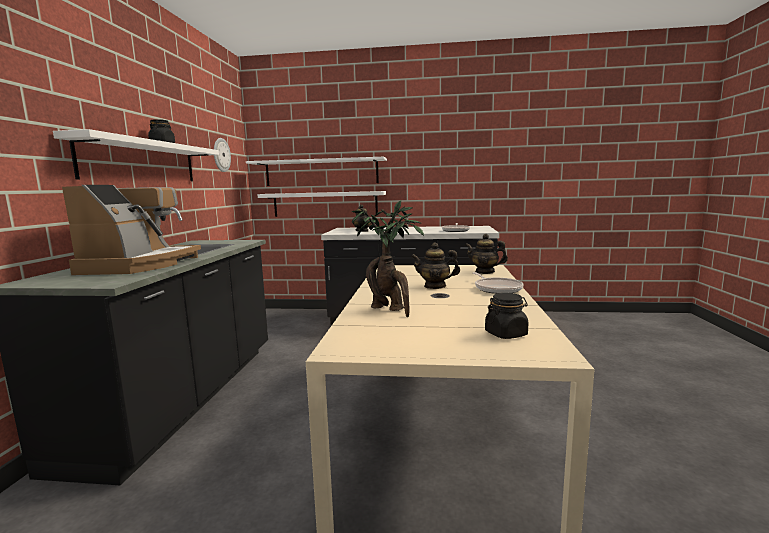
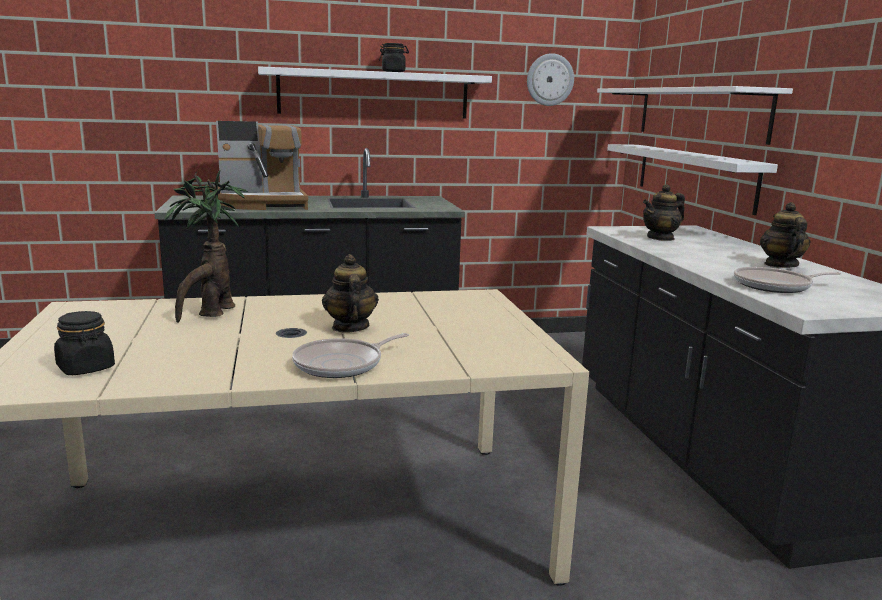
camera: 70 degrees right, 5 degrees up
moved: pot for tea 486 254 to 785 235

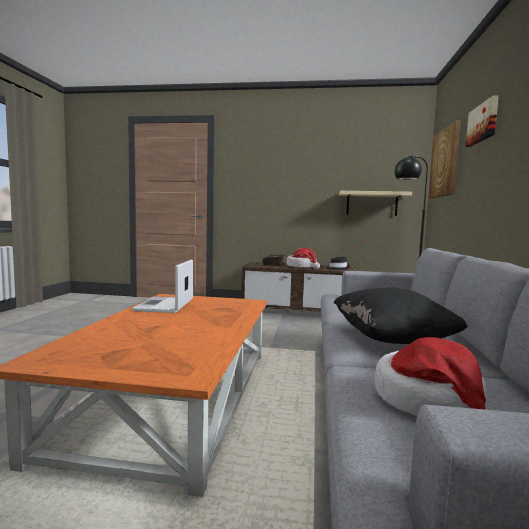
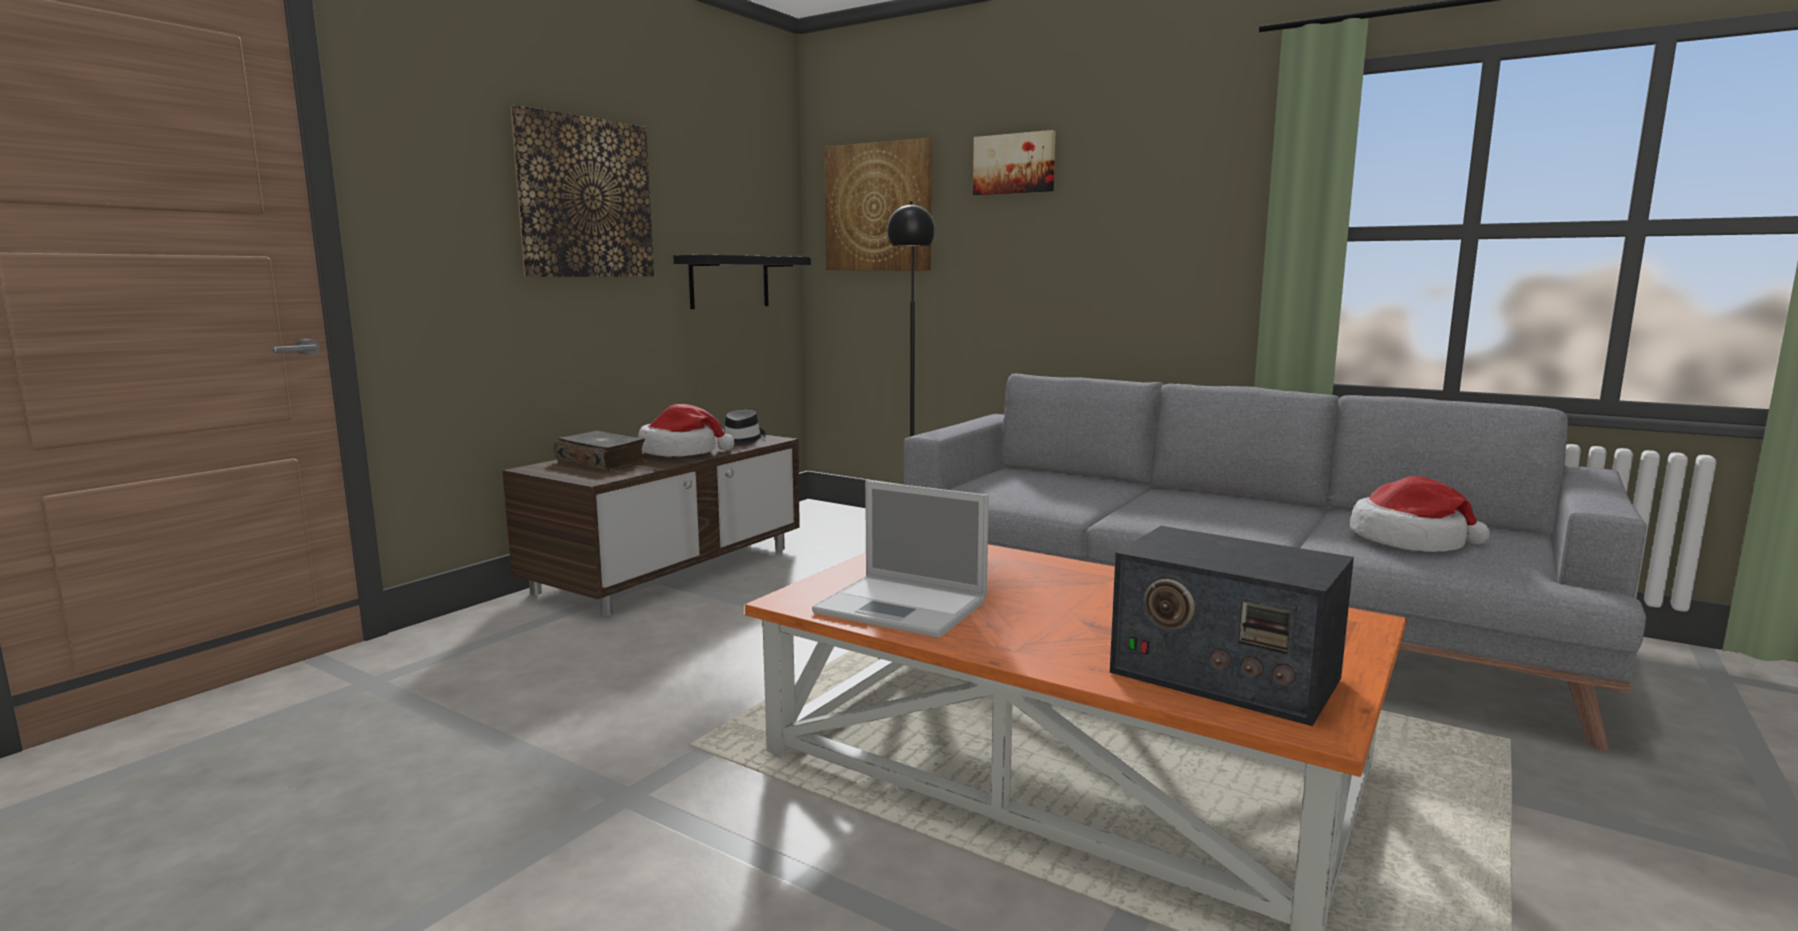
camera: 65 degrees left, 5 degrees up
removed: throw pillow/blackish 401 316
added: wall art 582 191; radio 1232 626
recoloured: bracket shelf/beige-coloured 375 203 to bracket shelf/blackish 742 282

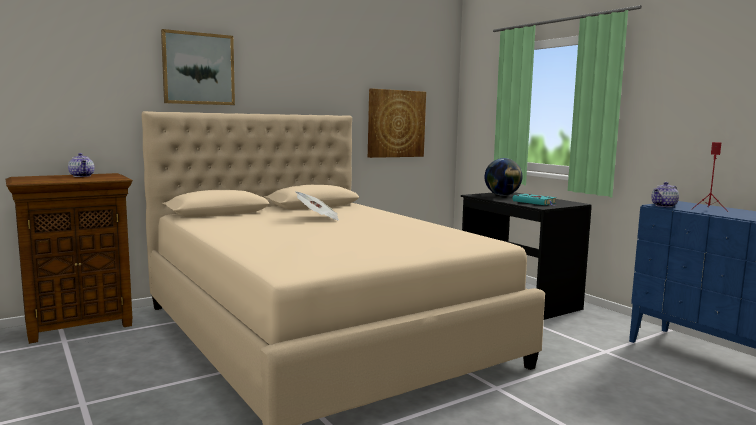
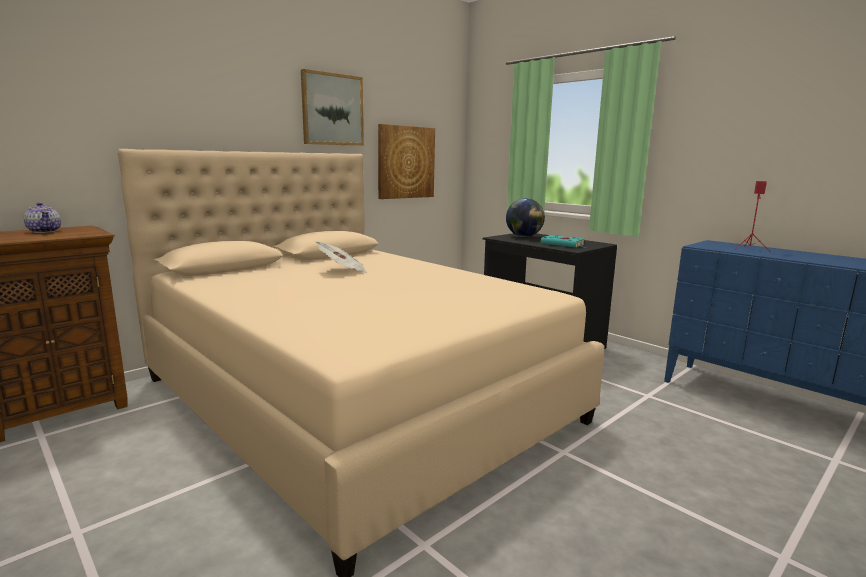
camera: 10 degrees left, 5 degrees up
removed: pot for tea 665 194
moved: wall art 198 67 to 332 107

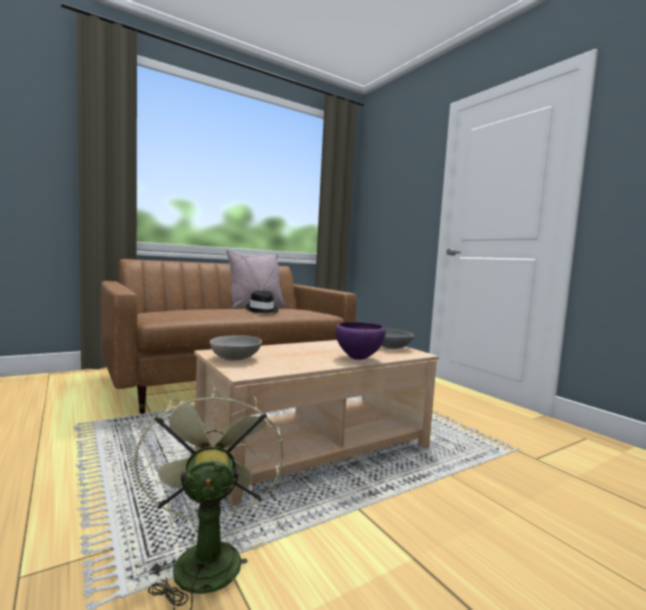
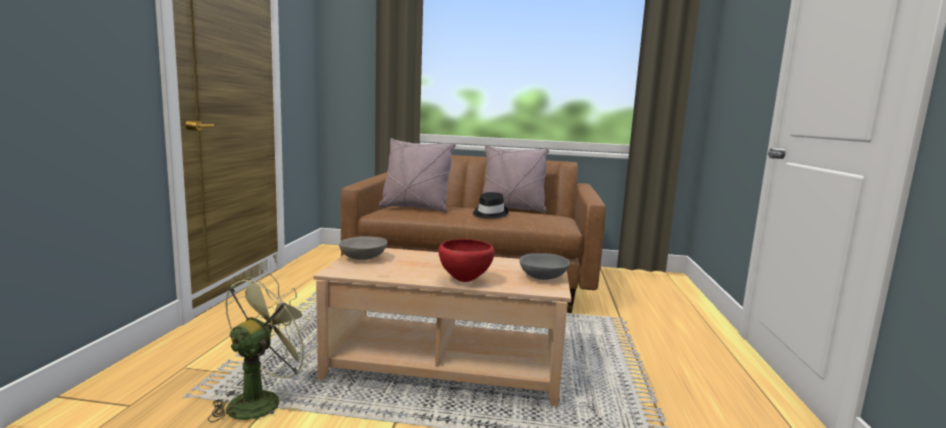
camera: 40 degrees right, 5 degrees up
added: throw pillow/purple 417 175
recoloured: bowl/purple 361 341 to bowl/red-coloured 466 260

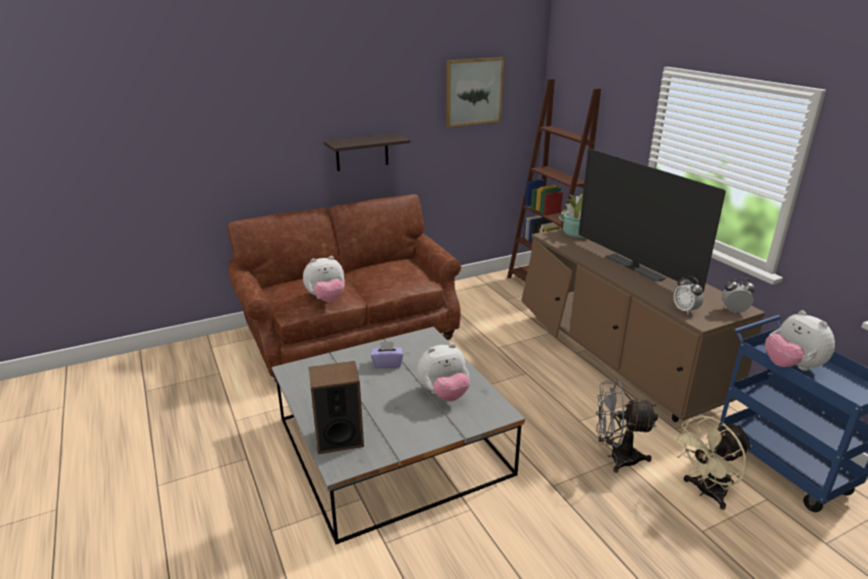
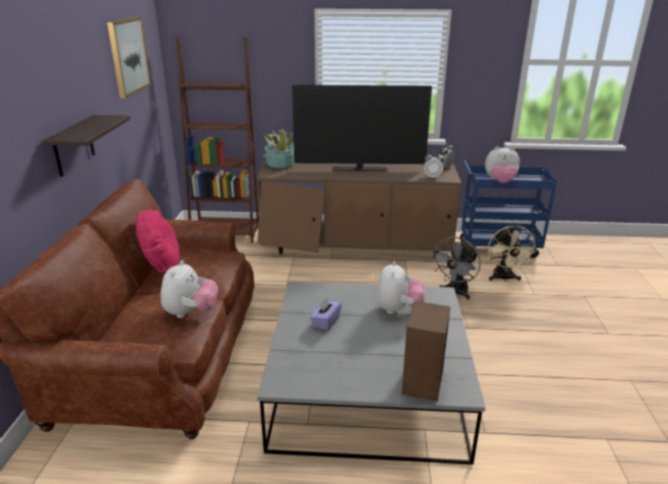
camera: 60 degrees left, 0 degrees up
added: throw pillow/pinkish 158 241

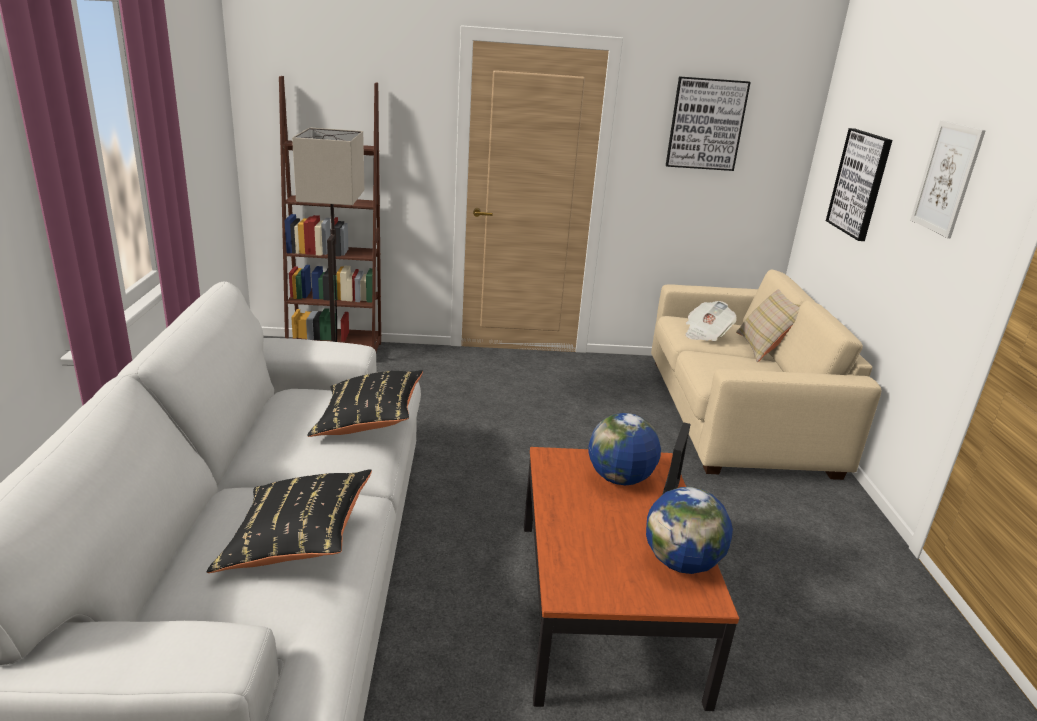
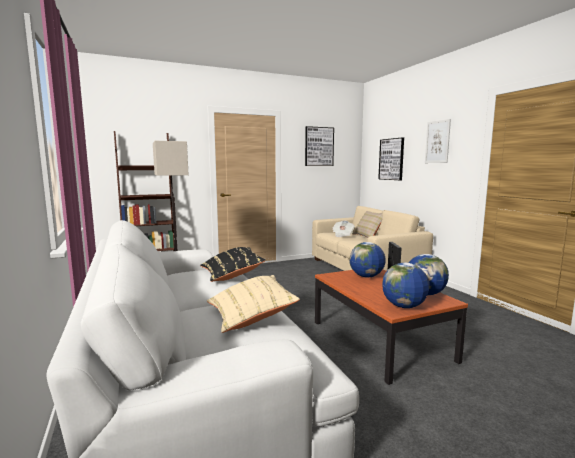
camera: 20 degrees left, 15 degrees down
added: globe 405 285
recoloured: throw pillow/blackish 289 521 to throw pillow/beige-coloured 253 304

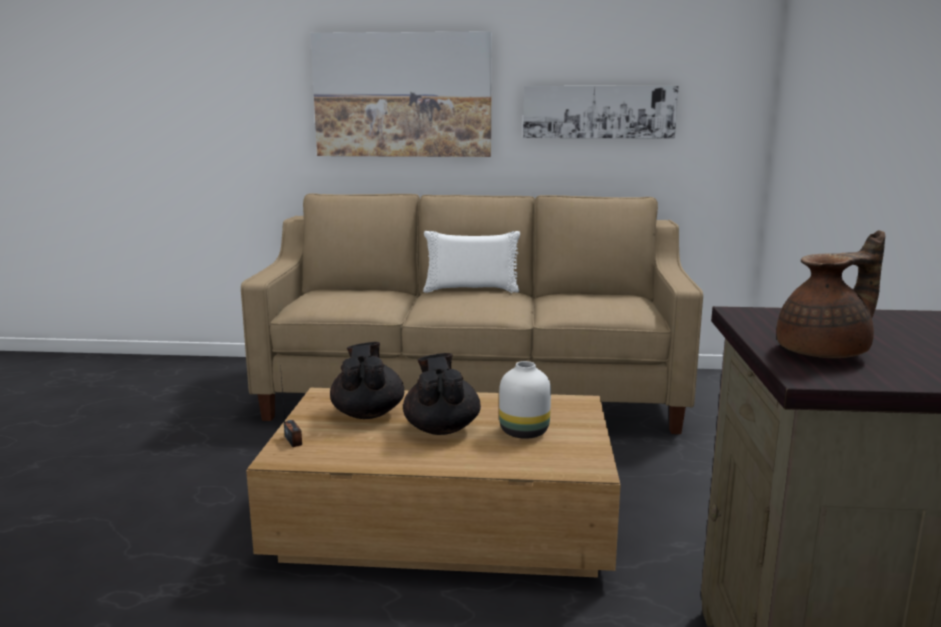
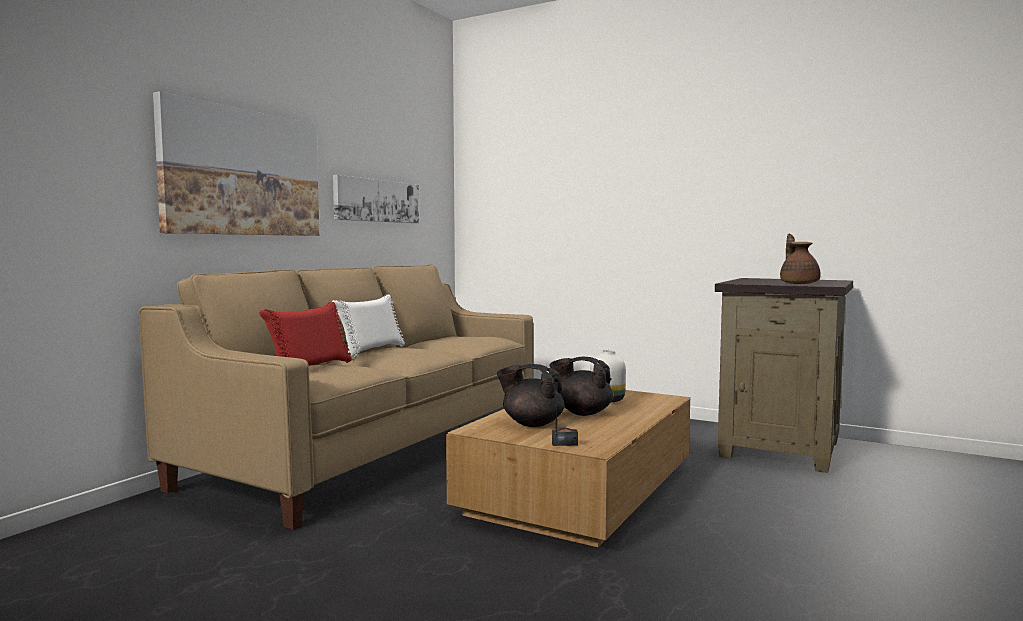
camera: 65 degrees left, 10 degrees down
added: throw pillow/red-coloured 305 334

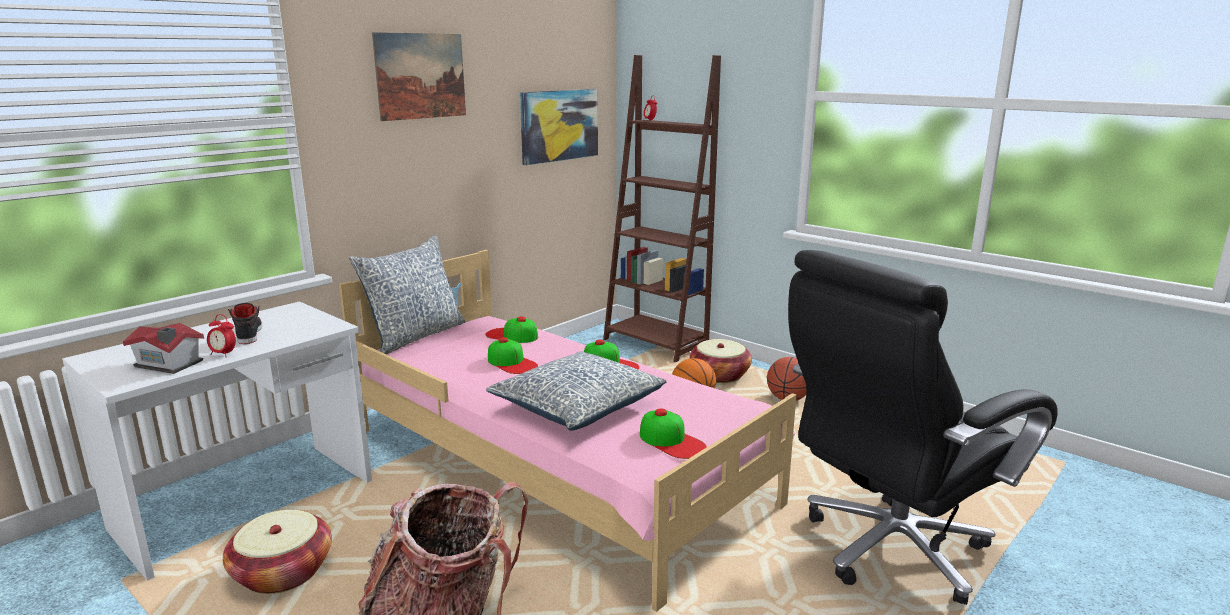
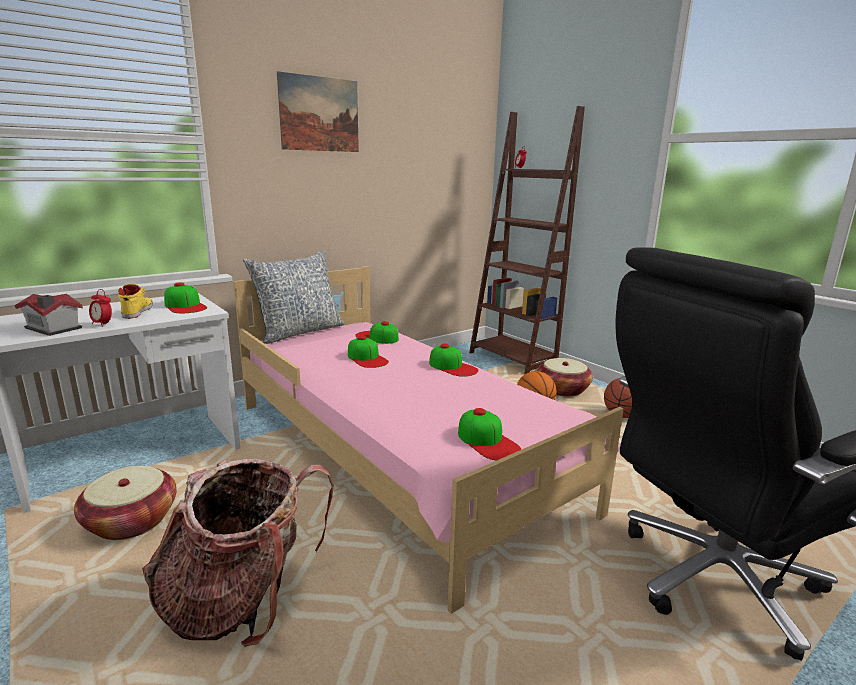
camera: 10 degrees right, 0 degrees up
removed: throw pillow 576 391; wall art 559 127
added: baseball cap 185 297
recoloured: shoe/blackish 245 323 to shoe/yellow-coloured 135 301

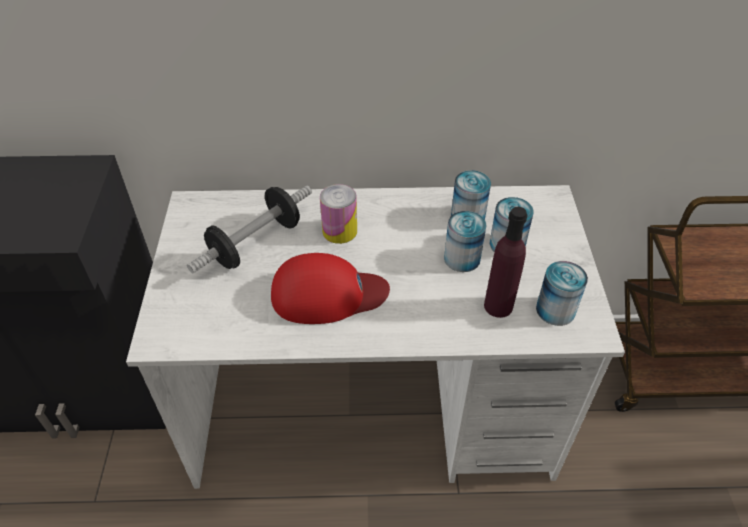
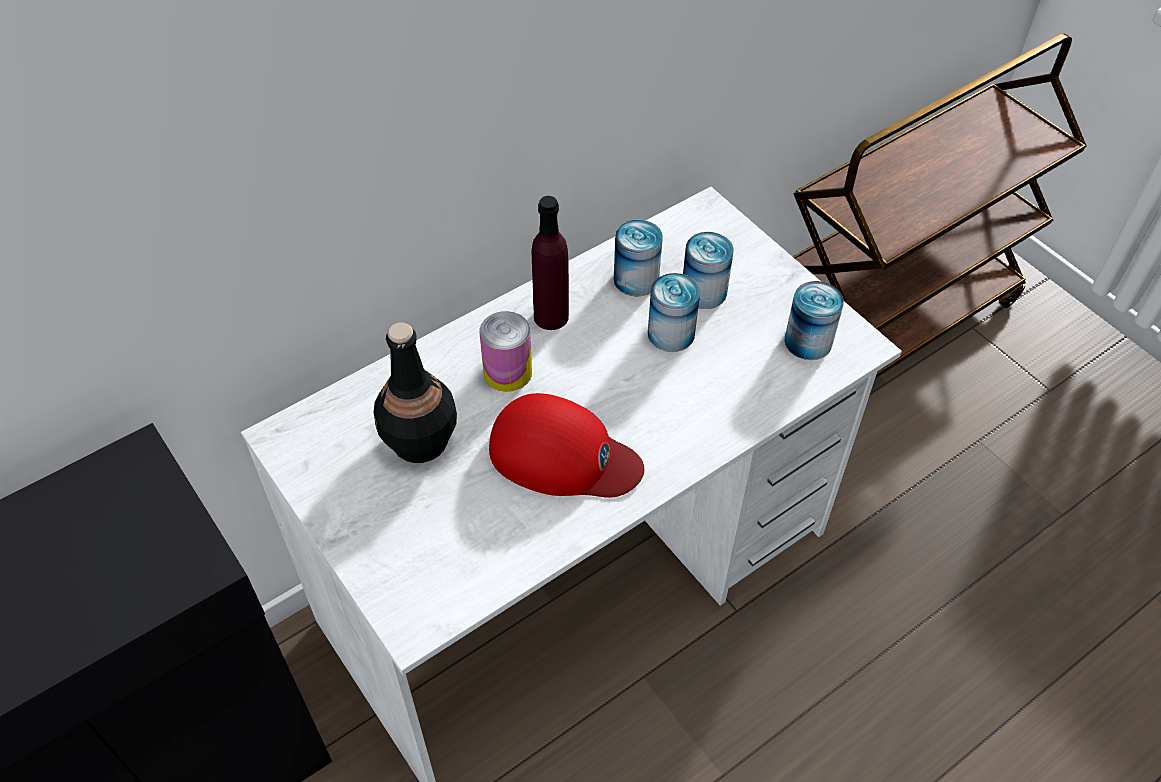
camera: 35 degrees left, 5 degrees up
moved: beverage bottle/purple 505 262 to 550 263
replaced: hand weight 249 229 to beverage bottle/blackish 415 392
turned: baseball cap/red-coloured 330 288 = 566 445 60 degrees clockwise

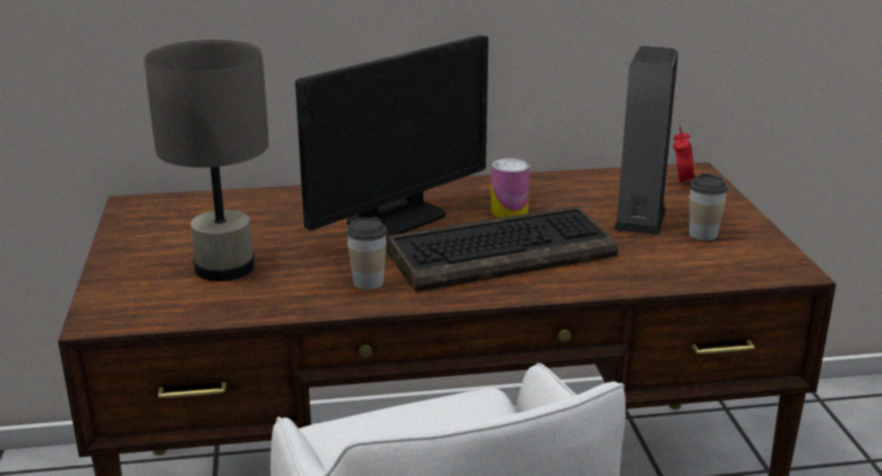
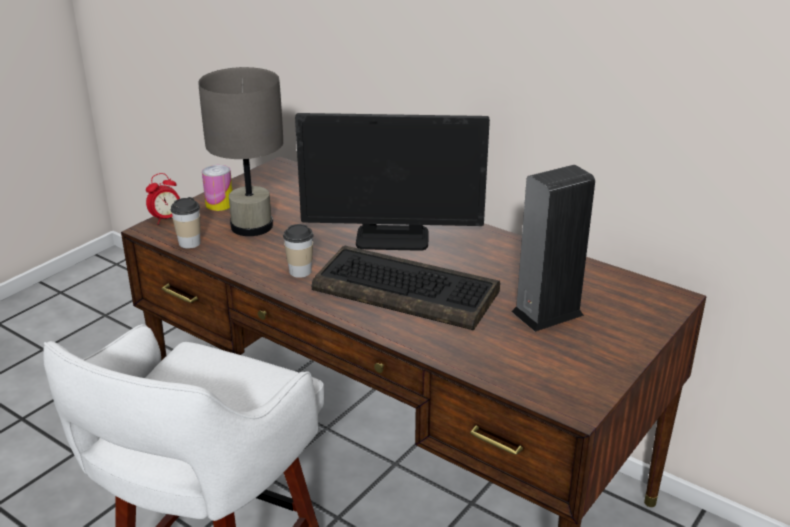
camera: 45 degrees right, 5 degrees up
moved: sealed can 510 188 to 217 188; table clock 684 154 to 163 199; cup 708 207 to 186 223

